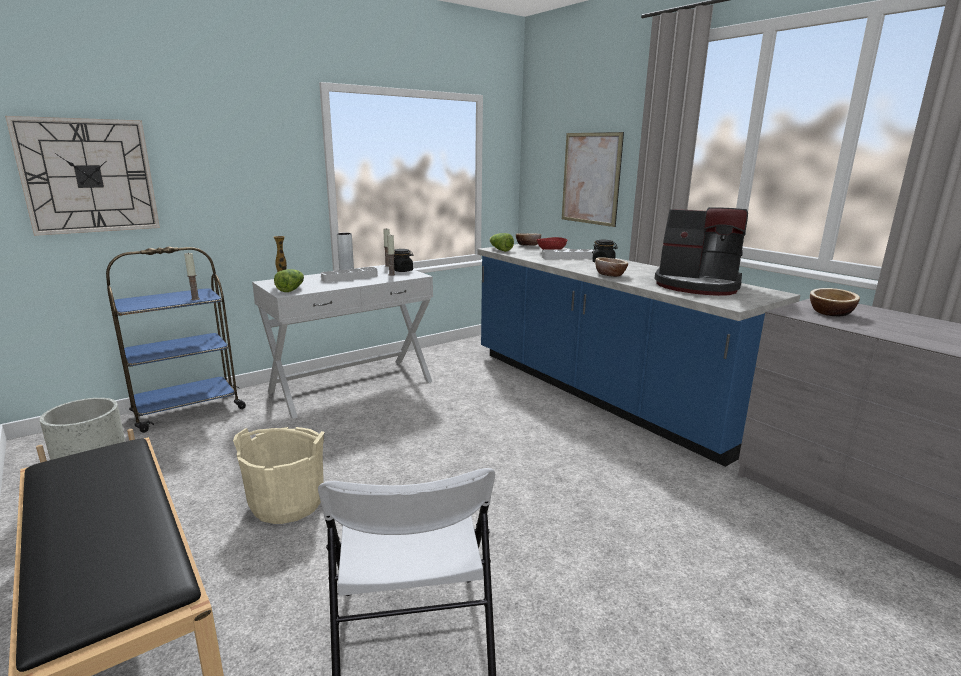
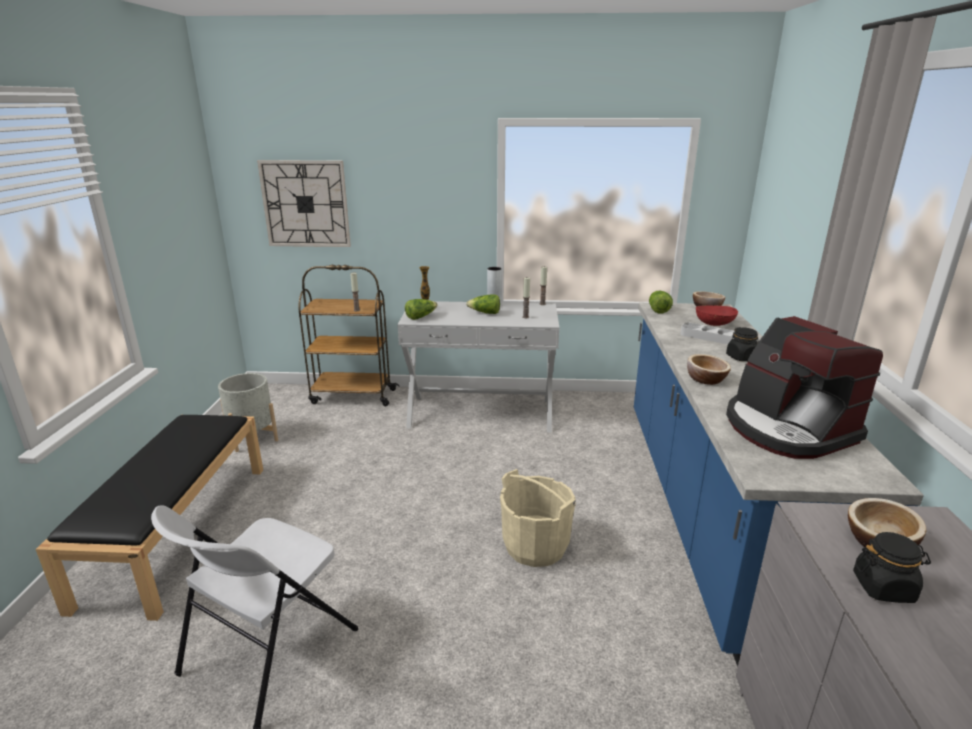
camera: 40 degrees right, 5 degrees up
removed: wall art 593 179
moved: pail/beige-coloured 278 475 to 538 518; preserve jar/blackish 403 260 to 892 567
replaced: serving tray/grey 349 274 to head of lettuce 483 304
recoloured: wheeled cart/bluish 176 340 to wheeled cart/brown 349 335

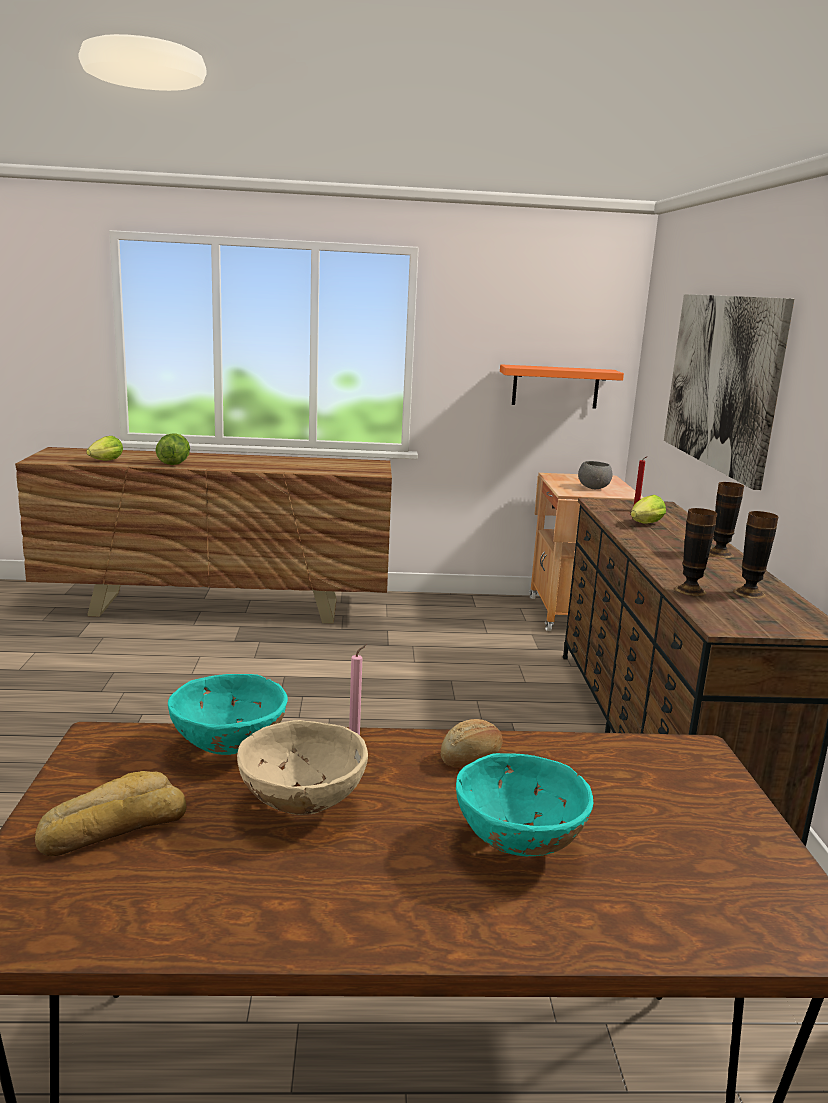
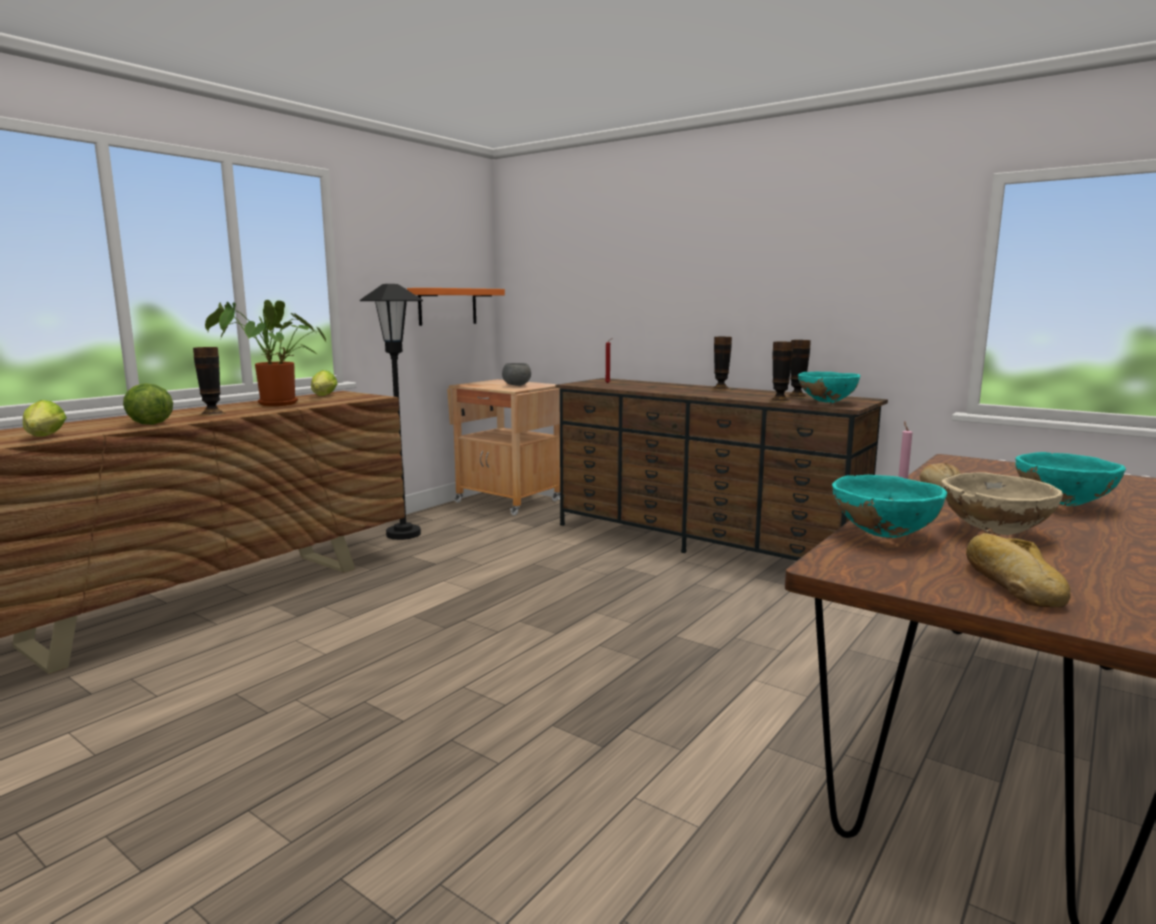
camera: 50 degrees left, 5 degrees down
removed: wall art 729 392
added: vase 209 381; houseplant 265 353; standing lamp/blackish 391 412; bowl/turquoise-coloured 829 387
moved: head of lettuce 648 509 to 324 383

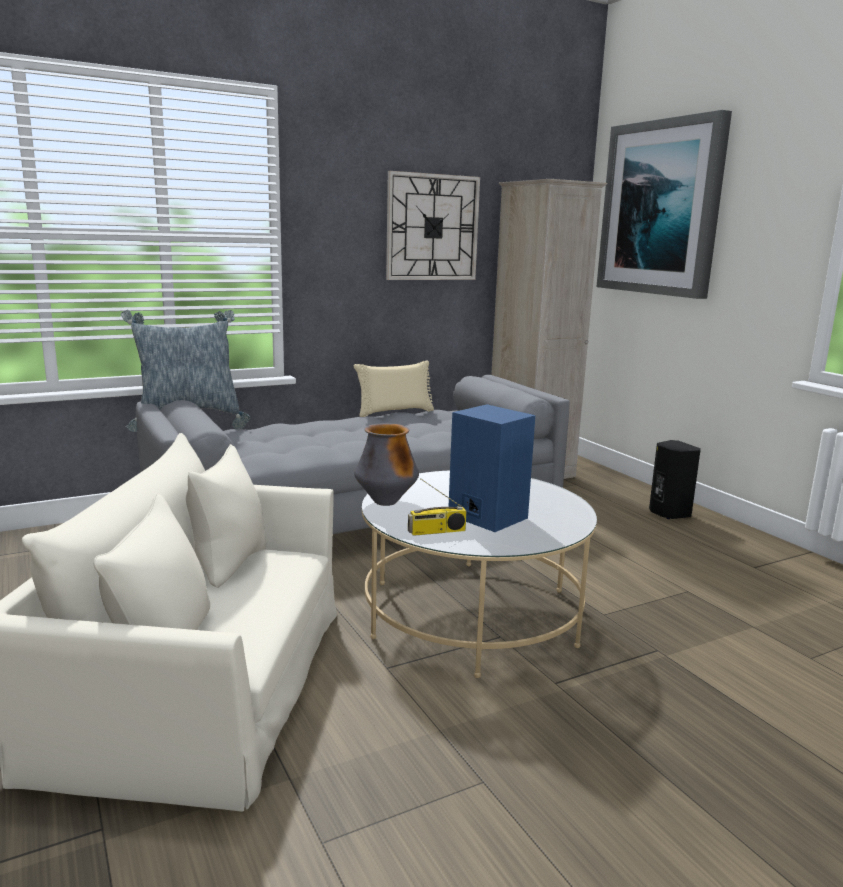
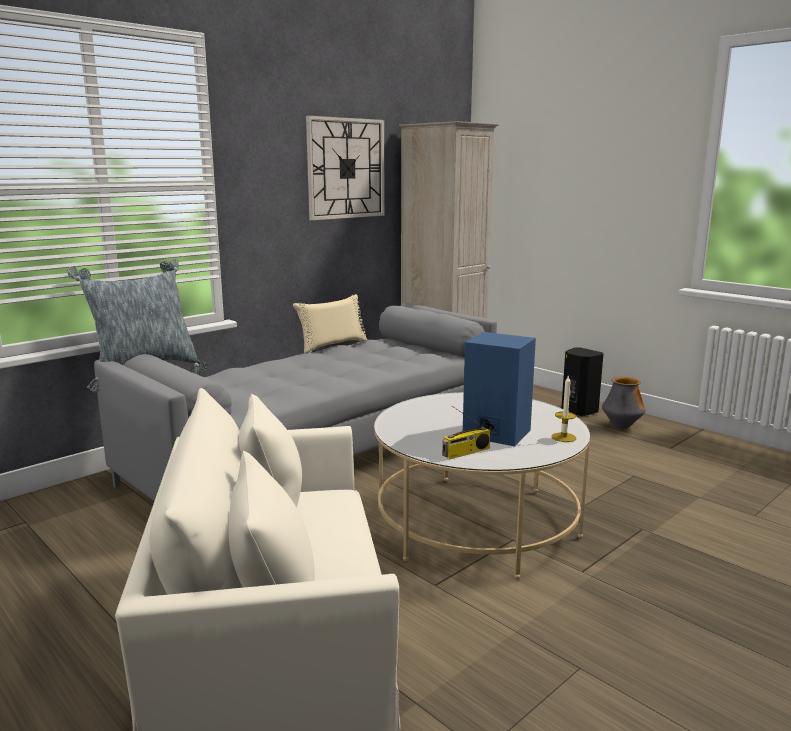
camera: 15 degrees left, 0 degrees up
removed: wall art 664 204
added: wax candle 564 409
moved: vase 386 464 to 624 402

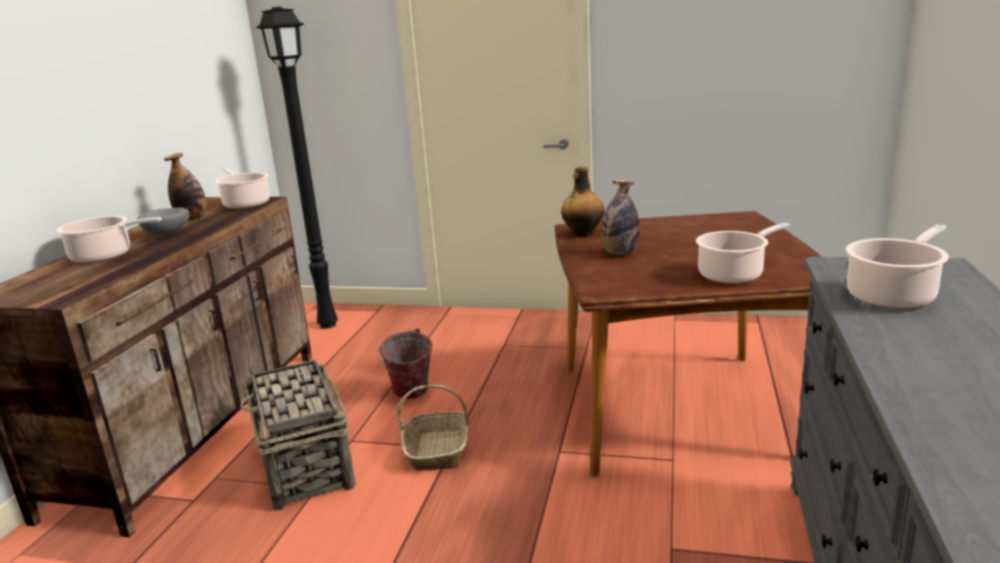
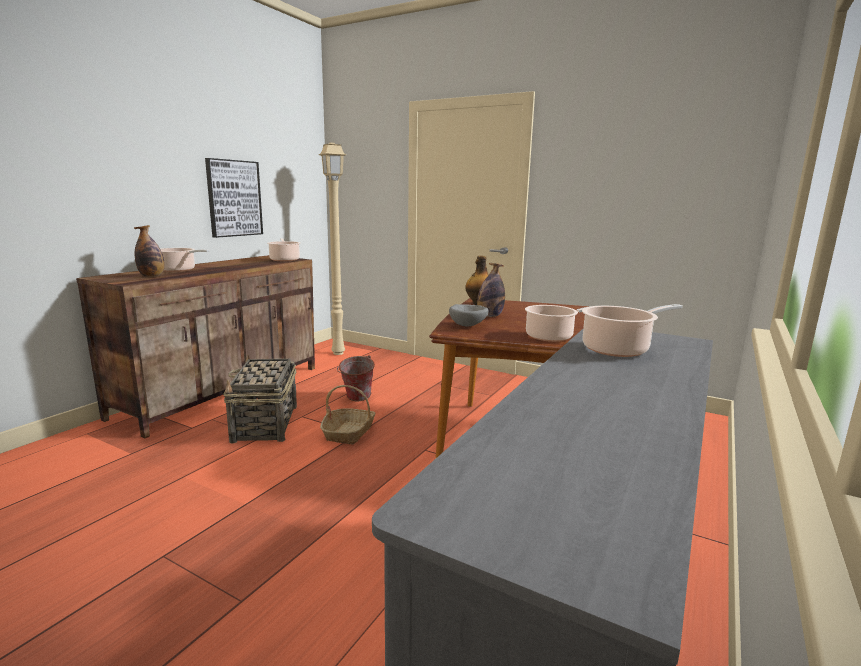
camera: 15 degrees right, 5 degrees down
added: wall art 234 198
moved: bowl/grey 163 221 to 468 315; beverage bottle 185 186 to 149 251
recoloured: standing lamp/blackish 296 168 to standing lamp/beige-coloured 333 248

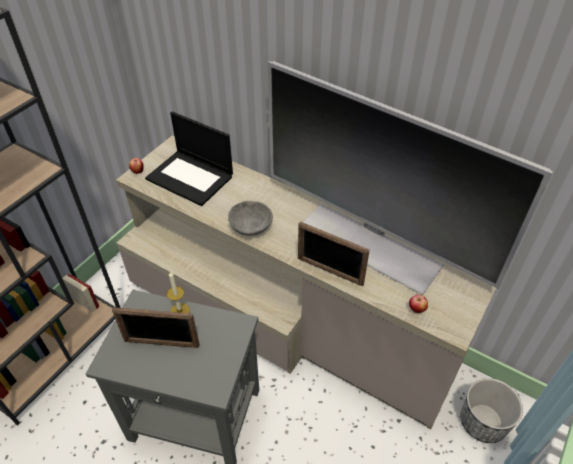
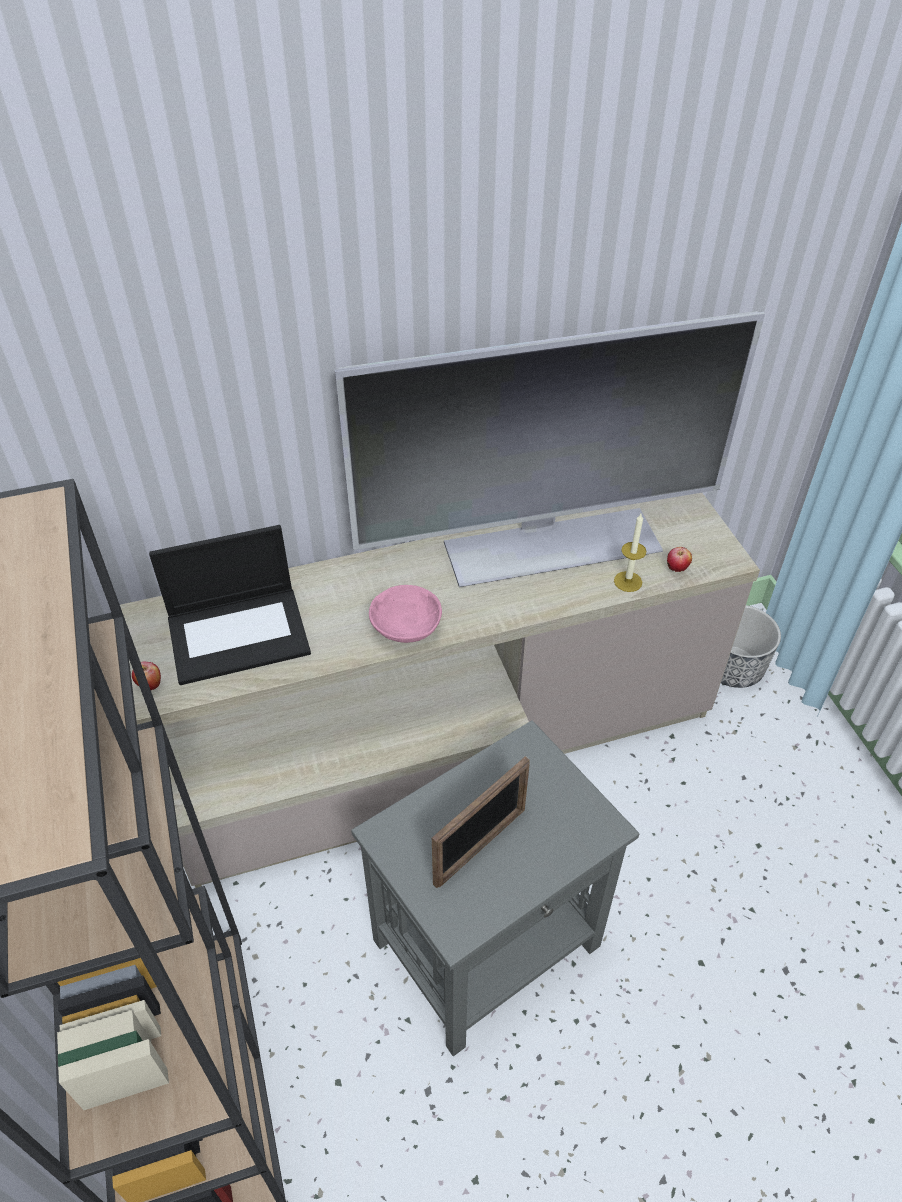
camera: 50 degrees left, 0 degrees up
removed: photo frame 334 254
moved: wax candle 178 292 to 630 553
recoloured: bowl/grey 250 218 to bowl/pinkish 405 614

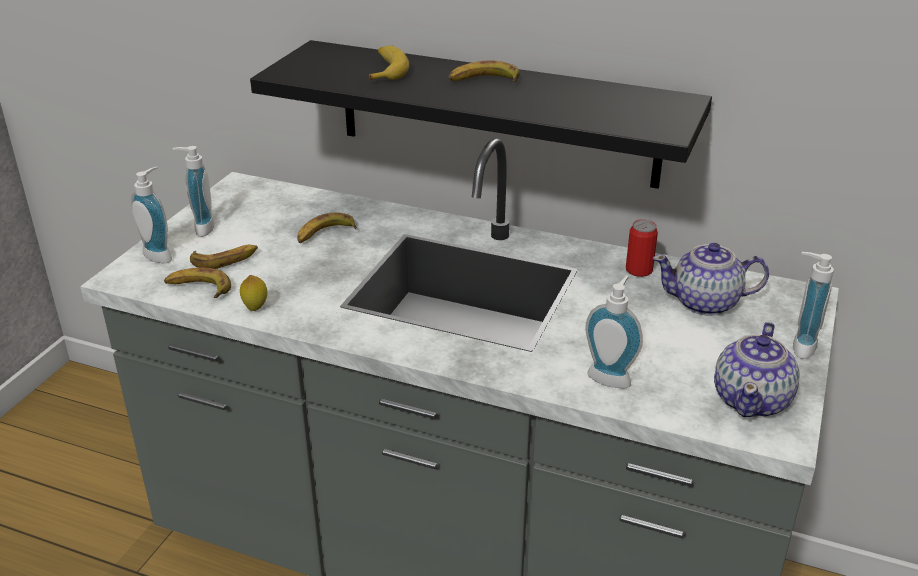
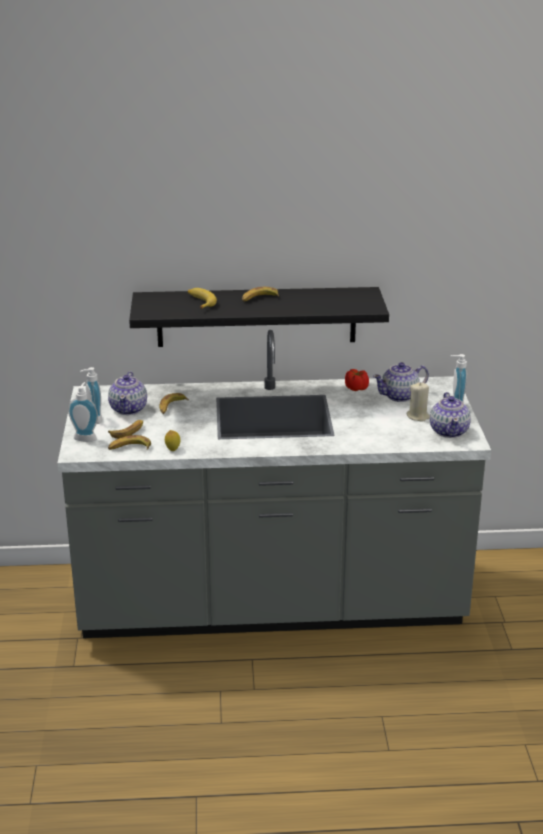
camera: 25 degrees left, 5 degrees down
removed: soap bottle 614 332
added: pot for tea 127 393; wax candle/beige-coloured 418 402
replaced: sealed can 642 248 to fresh tomato 357 380

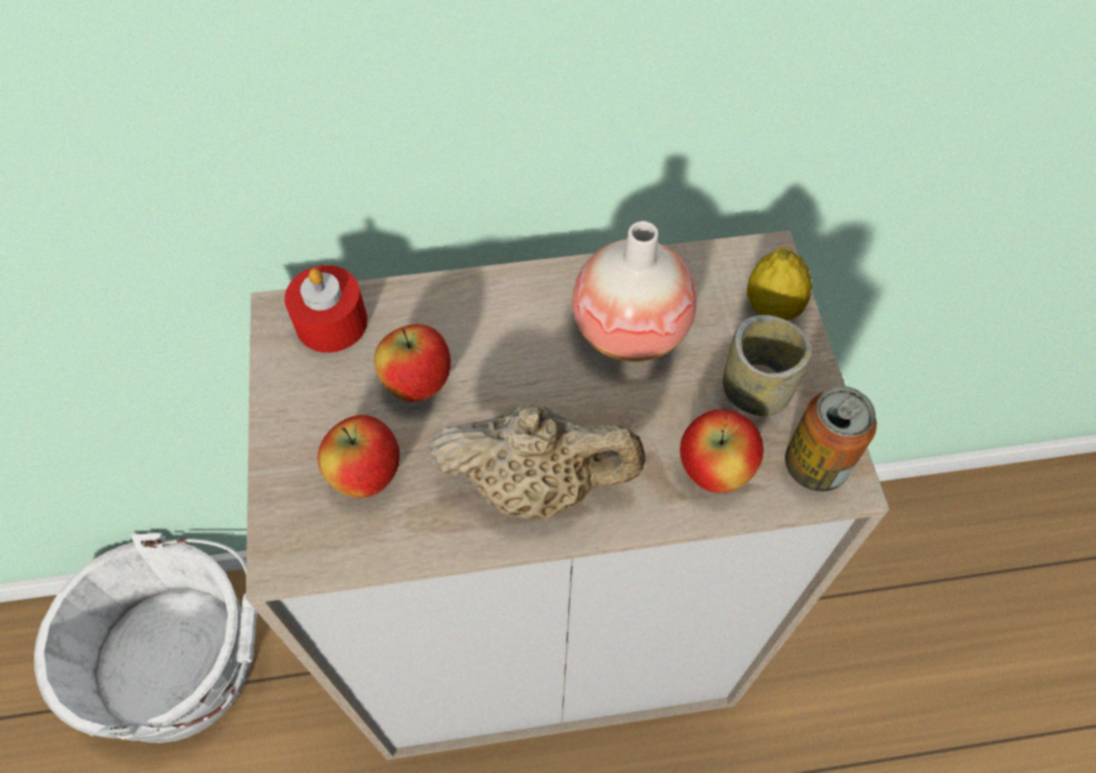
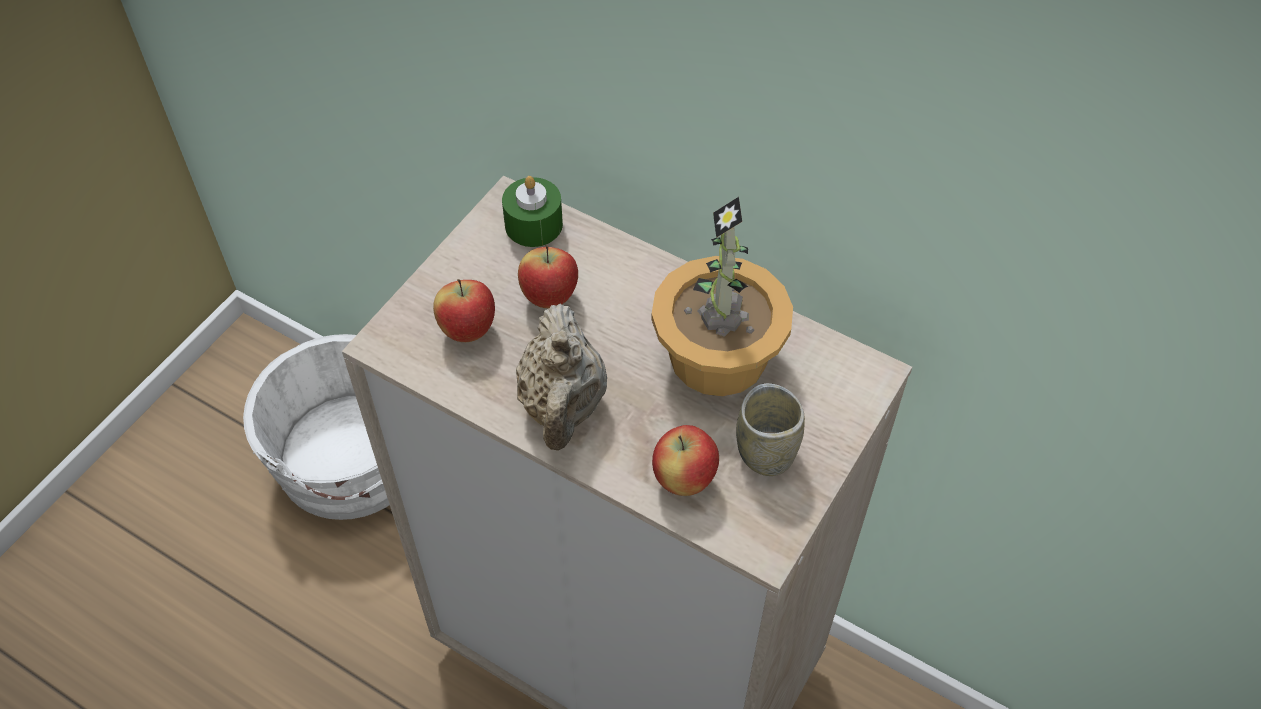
camera: 40 degrees right, 5 degrees down
removed: lemon 779 283; sealed can 831 439
replaced: vase 634 291 to houseplant 722 296
recoloured: wax candle/red-coloured 326 309 to wax candle/green-coloured 532 211
turned: pot for tea/beige-coloured 536 462 = 561 377 45 degrees clockwise

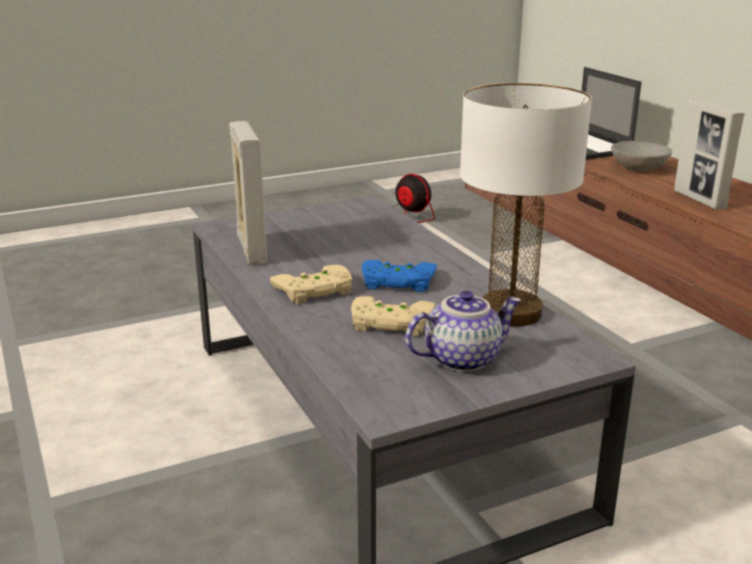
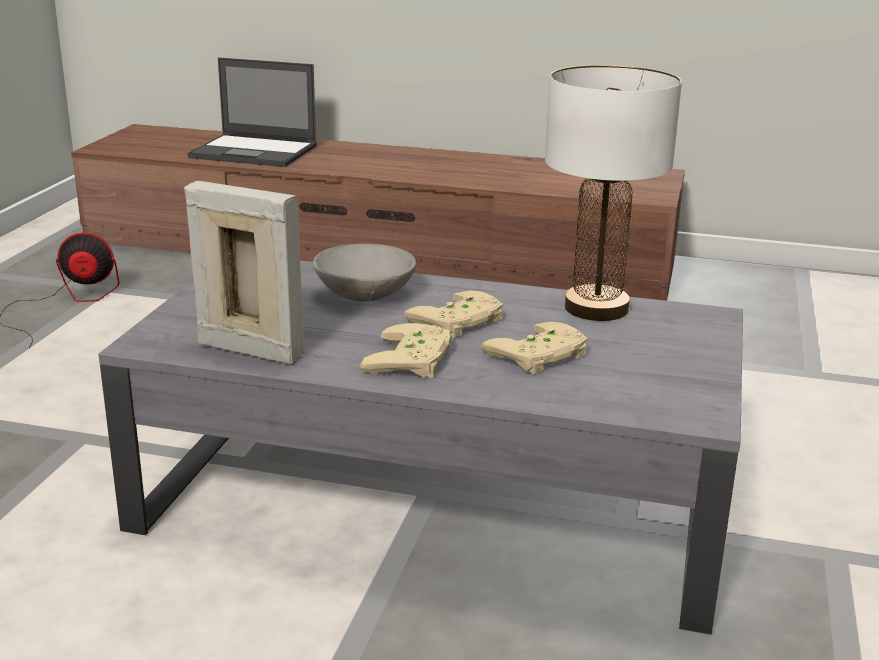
camera: 50 degrees left, 0 degrees up
removed: pot for tea 463 331; photo frame 709 154
moved: bowl/grey 641 156 to 364 273
recoloured: gamepad/bluish 399 276 to gamepad/beige-coloured 453 314

